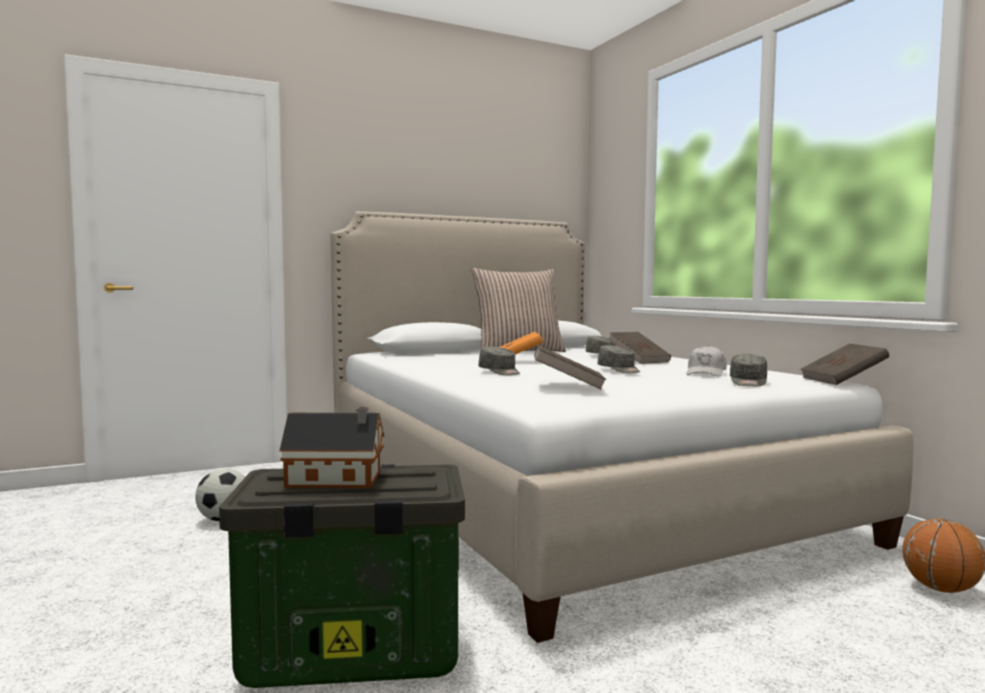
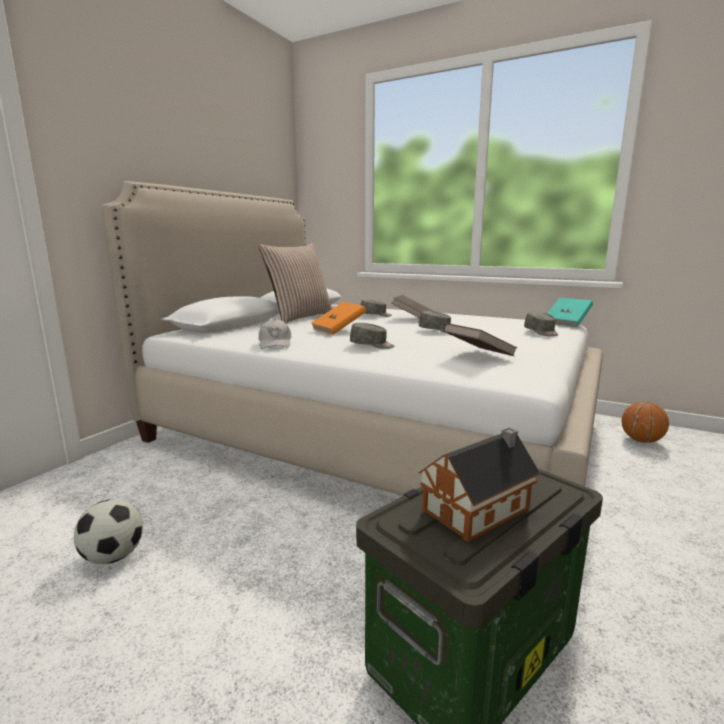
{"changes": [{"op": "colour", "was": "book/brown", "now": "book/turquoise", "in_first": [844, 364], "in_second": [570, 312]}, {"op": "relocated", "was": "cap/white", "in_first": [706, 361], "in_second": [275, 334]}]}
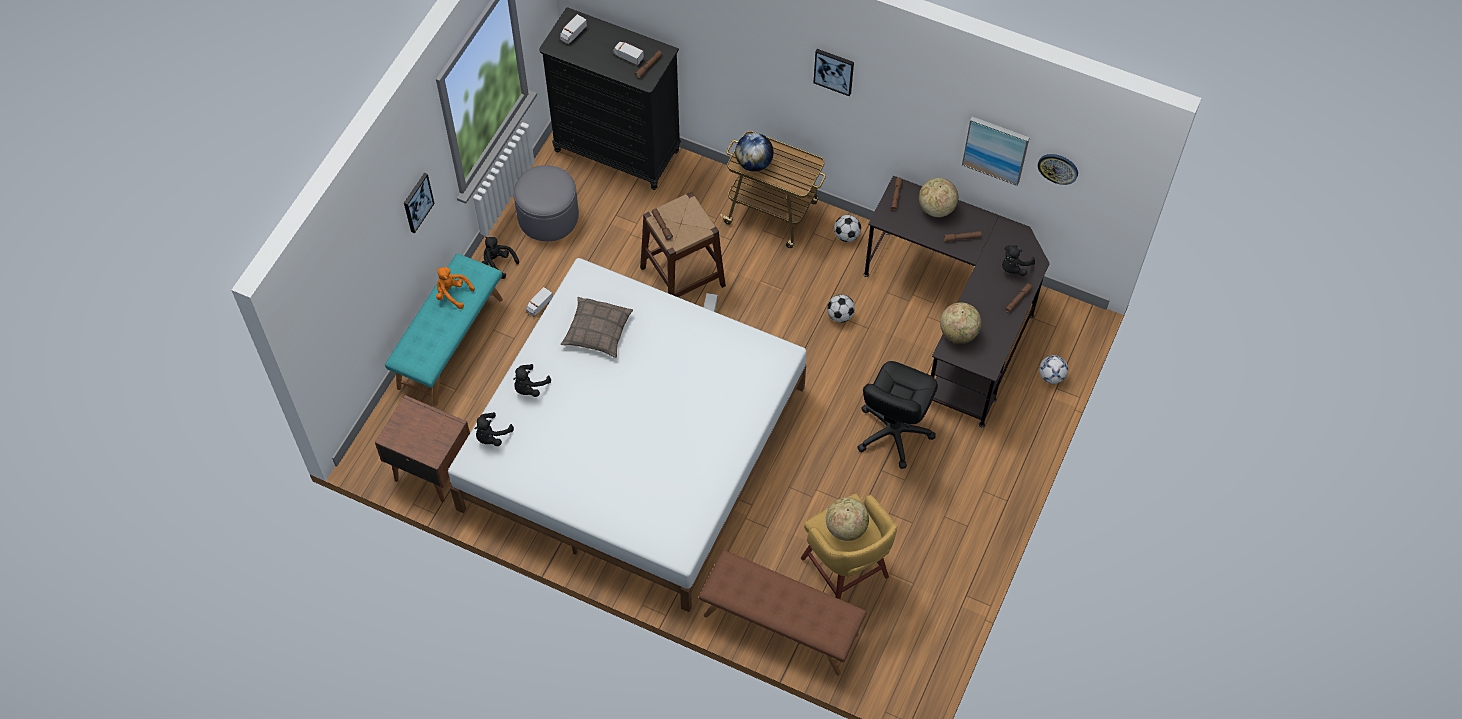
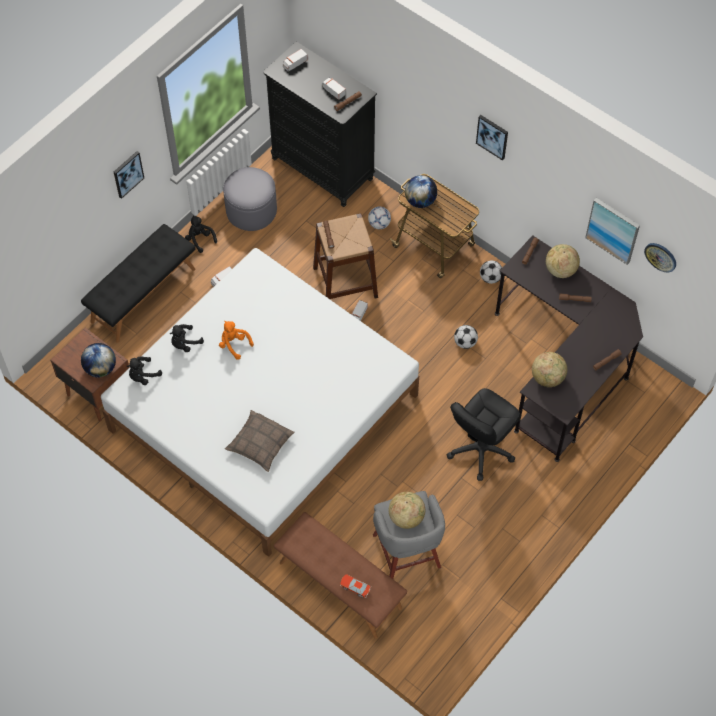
{"changes": [{"op": "missing", "was": "plush toy/black", "in_first": [1018, 260]}, {"op": "colour", "was": "bench/turquoise", "now": "bench/black", "in_first": [444, 329], "in_second": [138, 283]}, {"op": "relocated", "was": "plush toy/orange", "in_first": [455, 288], "in_second": [236, 340]}, {"op": "relocated", "was": "pillow", "in_first": [597, 327], "in_second": [260, 441]}, {"op": "relocated", "was": "football", "in_first": [1053, 369], "in_second": [379, 218]}, {"op": "colour", "was": "stool/yellow", "now": "stool/grey", "in_first": [849, 546], "in_second": [409, 535]}, {"op": "appeared", "now": "globe", "in_second": [98, 360]}, {"op": "appeared", "now": "toy car", "in_second": [355, 586]}]}
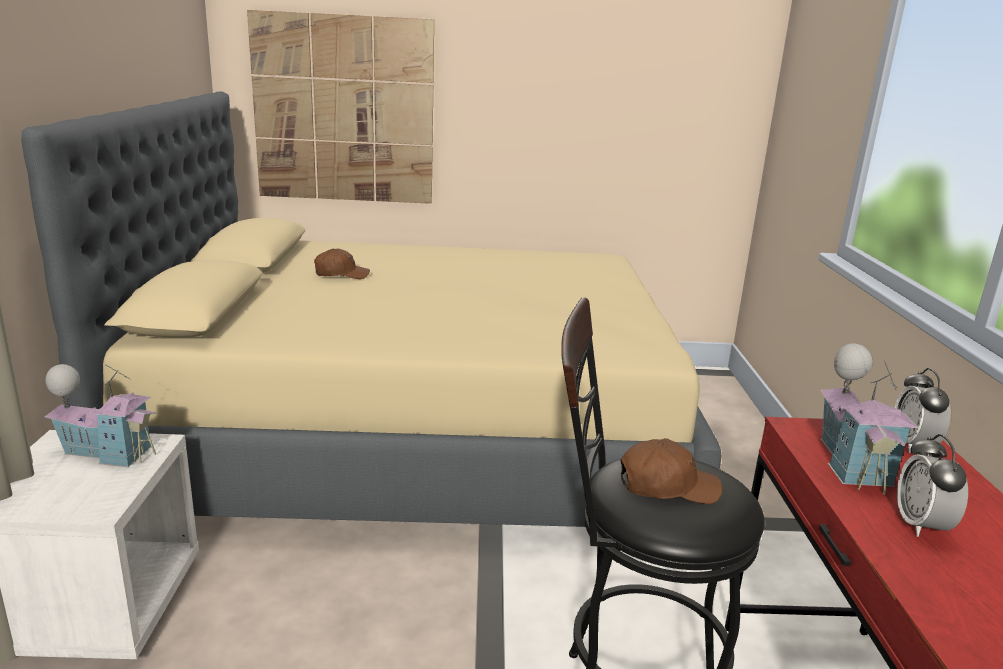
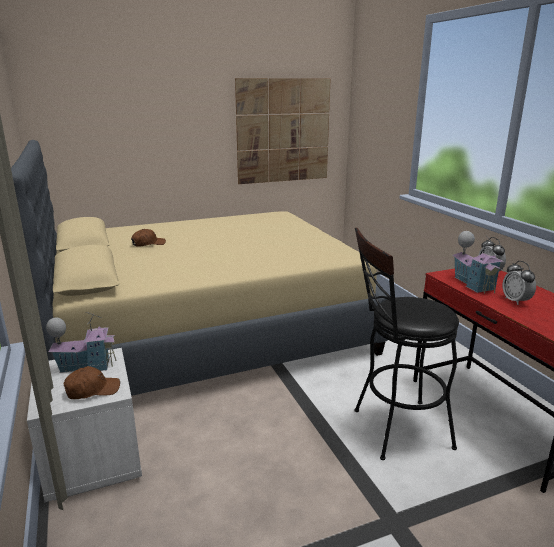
{"changes": [{"op": "relocated", "was": "picture", "in_first": [340, 107], "in_second": [282, 131]}, {"op": "relocated", "was": "cap/brown", "in_first": [671, 471], "in_second": [92, 382]}]}
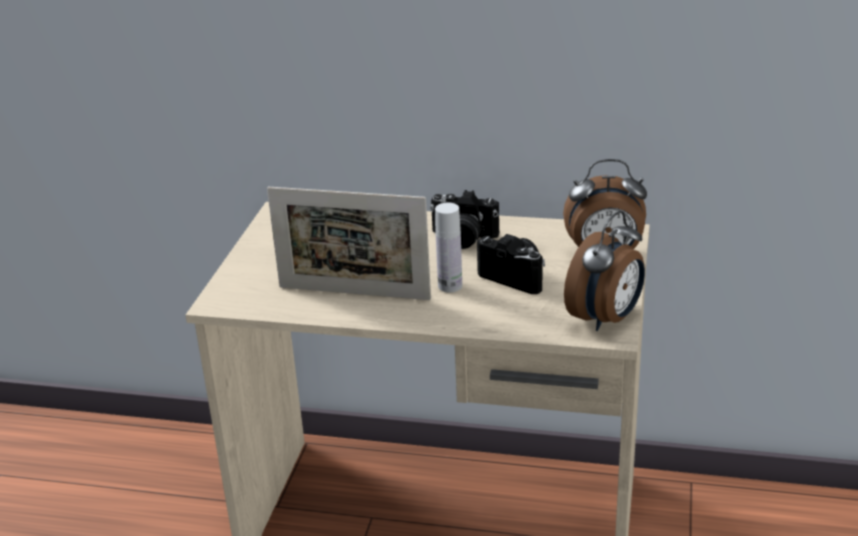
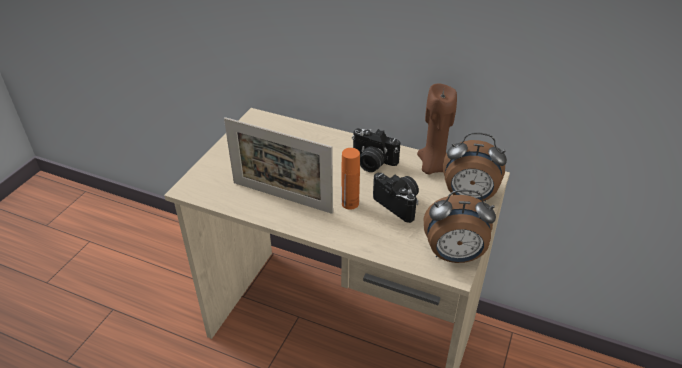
{"changes": [{"op": "colour", "was": "bottle/white", "now": "bottle/orange", "in_first": [448, 248], "in_second": [350, 179]}, {"op": "spun", "was": "alarm clock", "in_first": [604, 271], "in_second": [460, 226], "clockwise": 45}, {"op": "appeared", "now": "candle/brown", "in_second": [437, 129]}]}
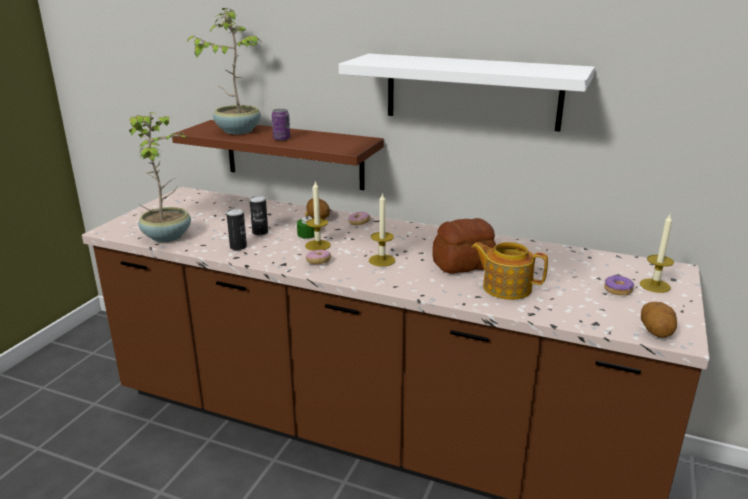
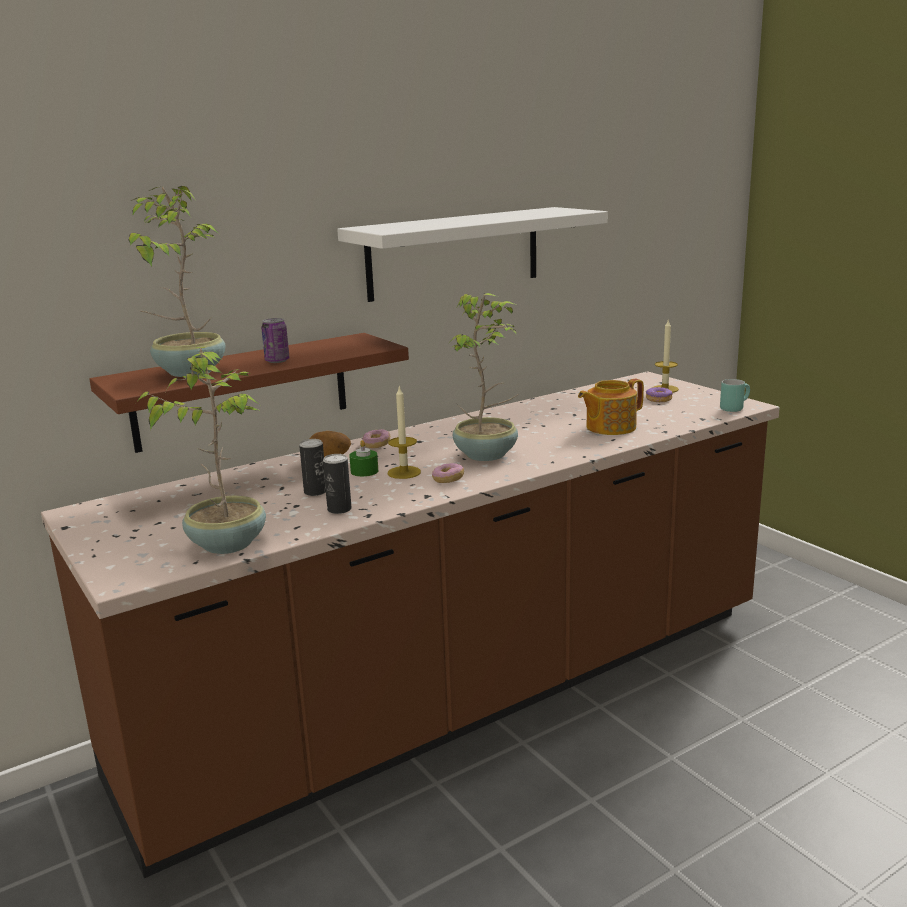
{"changes": [{"op": "exchanged", "was": "candle", "now": "potted plant", "in_first": [382, 229], "in_second": [483, 377]}, {"op": "missing", "was": "bread", "in_first": [464, 246]}, {"op": "exchanged", "was": "potato", "now": "mug/turquoise", "in_first": [659, 320], "in_second": [735, 395]}]}
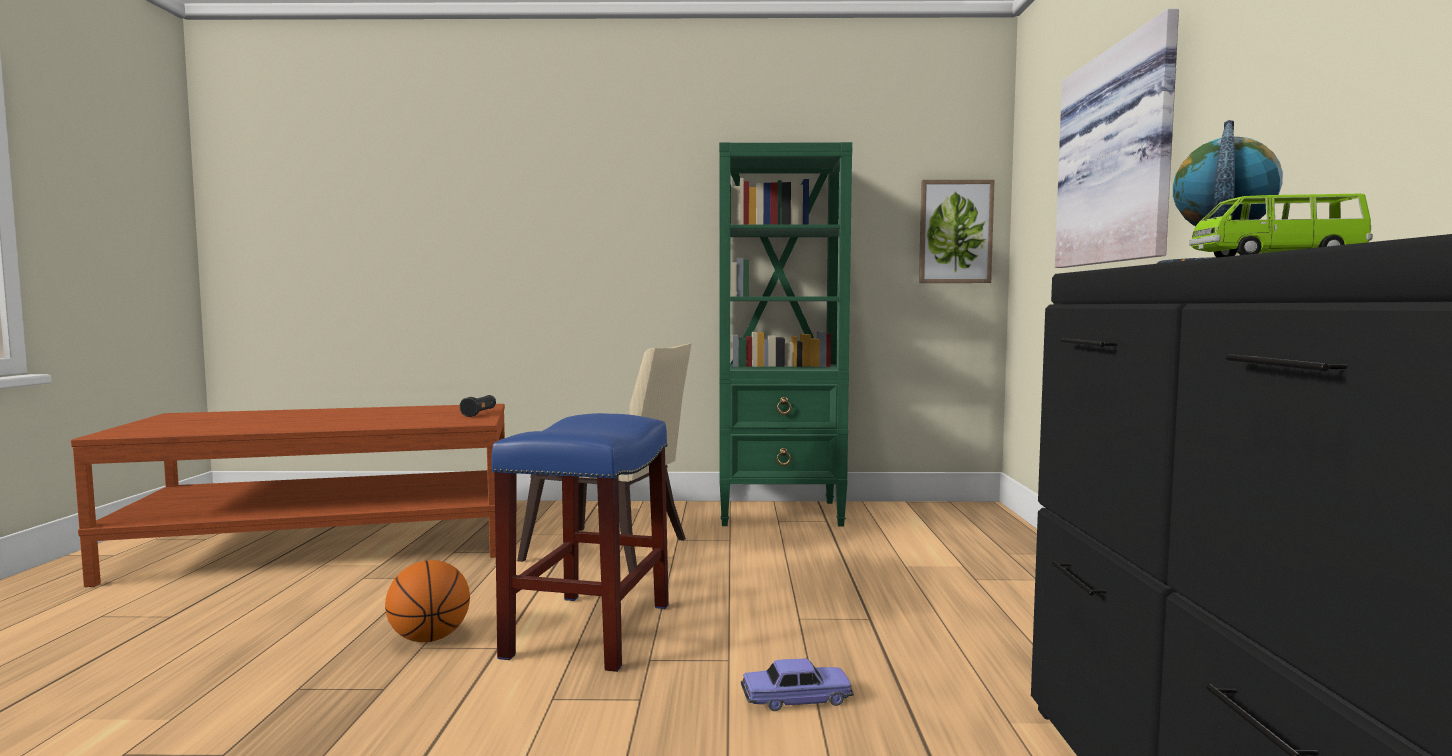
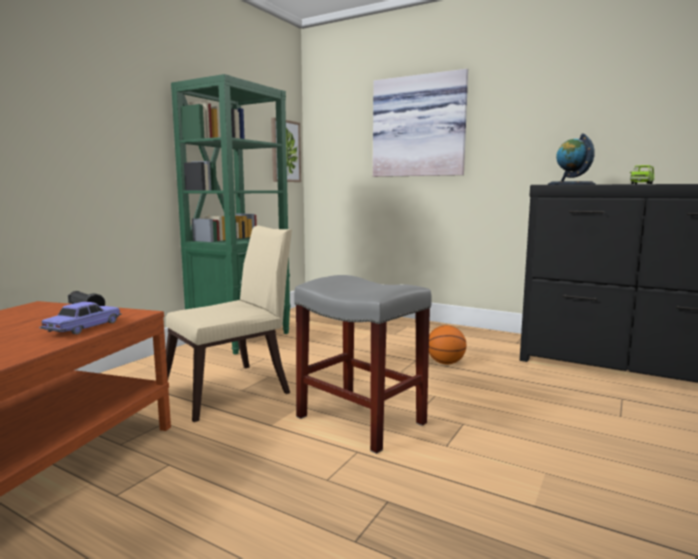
{"changes": [{"op": "colour", "was": "stool/blue", "now": "stool/grey", "in_first": [580, 542], "in_second": [363, 364]}, {"op": "relocated", "was": "basketball", "in_first": [427, 601], "in_second": [447, 344]}, {"op": "relocated", "was": "toy car", "in_first": [797, 685], "in_second": [80, 318]}]}
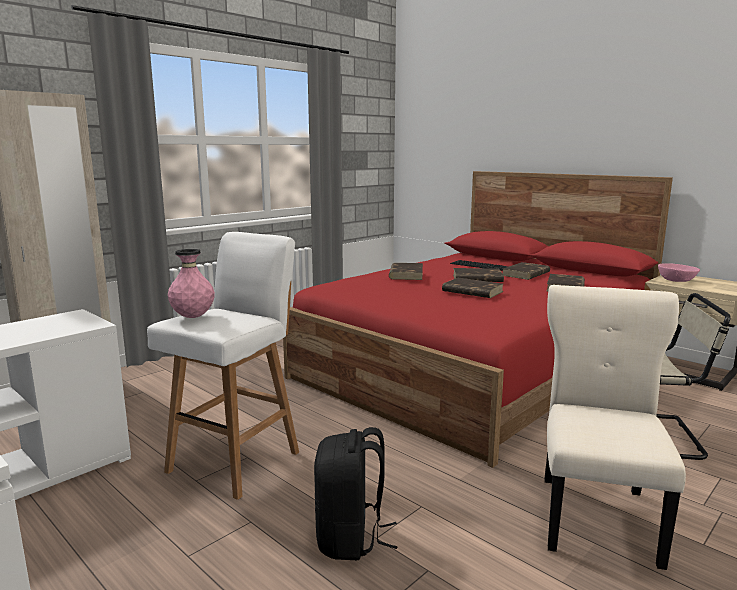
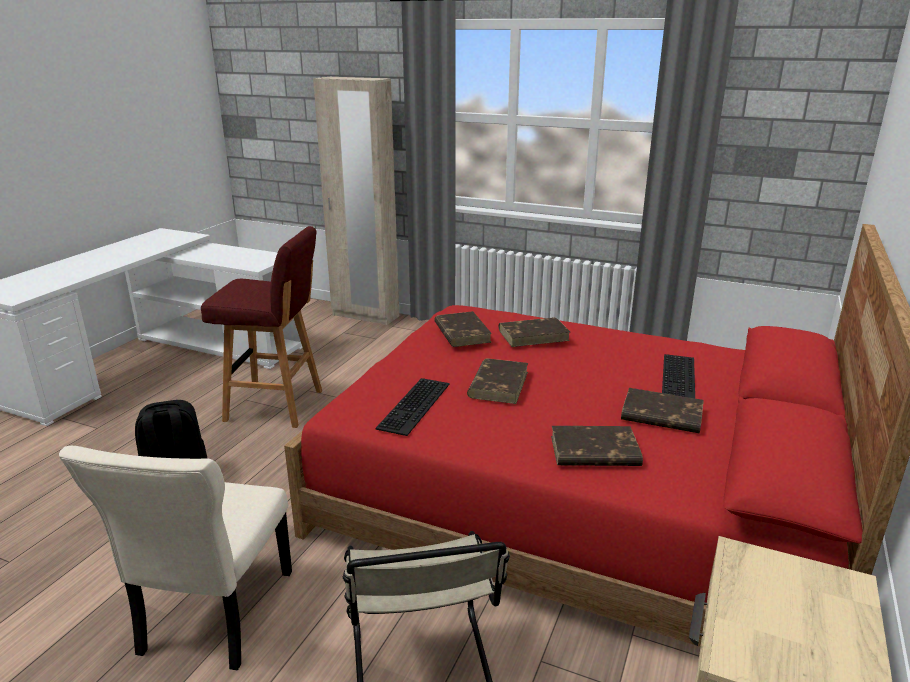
{"changes": [{"op": "colour", "was": "stool/white", "now": "stool/red", "in_first": [223, 366], "in_second": [261, 327]}, {"op": "missing", "was": "vase/pink", "in_first": [191, 283]}, {"op": "missing", "was": "bowl/pink", "in_first": [679, 272]}, {"op": "relocated", "was": "book/brown", "in_first": [478, 275], "in_second": [463, 329]}, {"op": "spun", "was": "chair/beige", "in_first": [615, 427], "in_second": [175, 558], "clockwise": 105}, {"op": "appeared", "now": "keyboard", "in_second": [413, 407]}]}
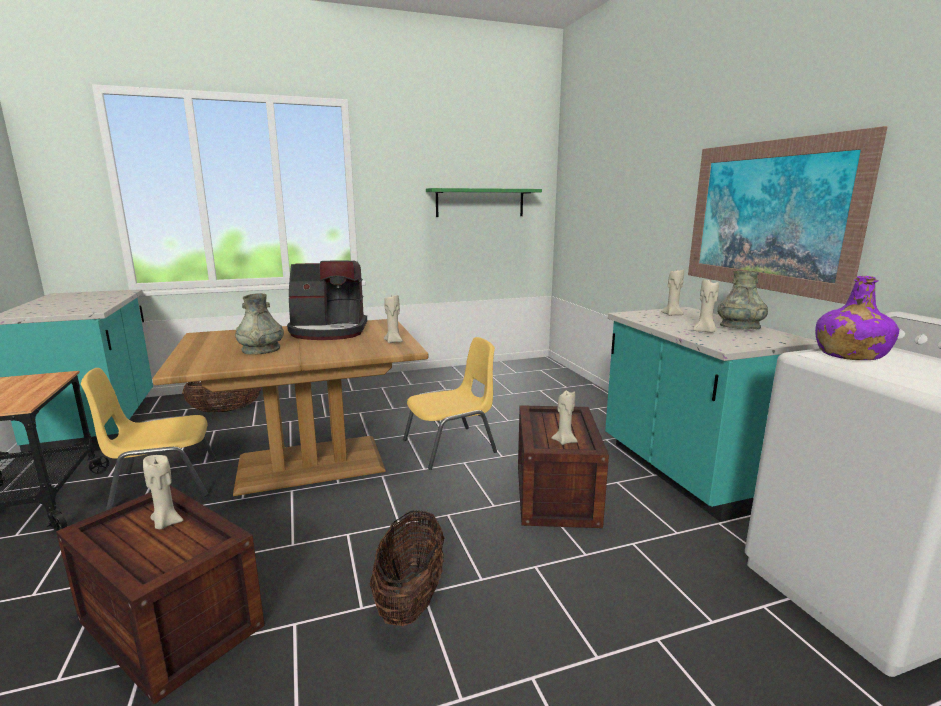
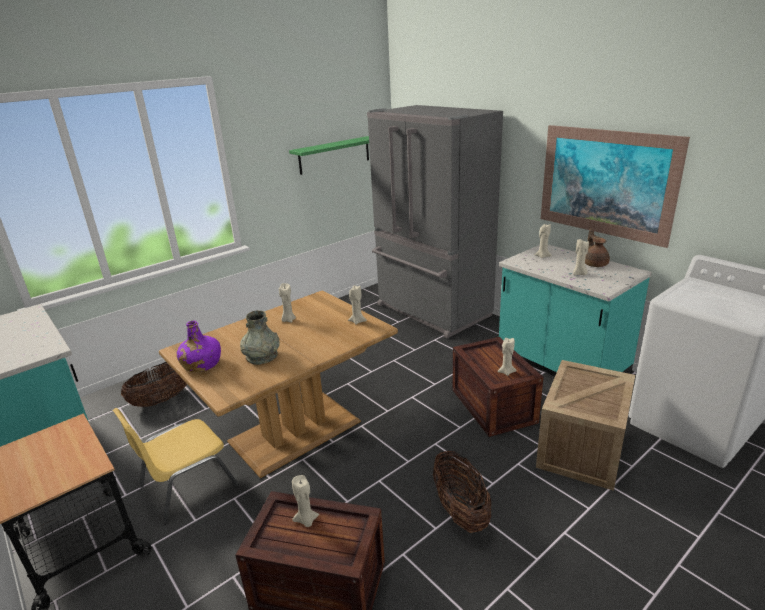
{"changes": [{"op": "exchanged", "was": "coffee machine", "now": "candle/beige", "in_first": [327, 300], "in_second": [287, 303]}, {"op": "exchanged", "was": "vase/grey", "now": "teapot/brown", "in_first": [742, 300], "in_second": [597, 247]}, {"op": "relocated", "was": "bottle/purple", "in_first": [857, 318], "in_second": [199, 346]}, {"op": "missing", "was": "chair/yellow", "in_first": [450, 403]}, {"op": "appeared", "now": "fridge/grey", "in_second": [435, 221]}, {"op": "appeared", "now": "crate", "in_second": [585, 425]}]}
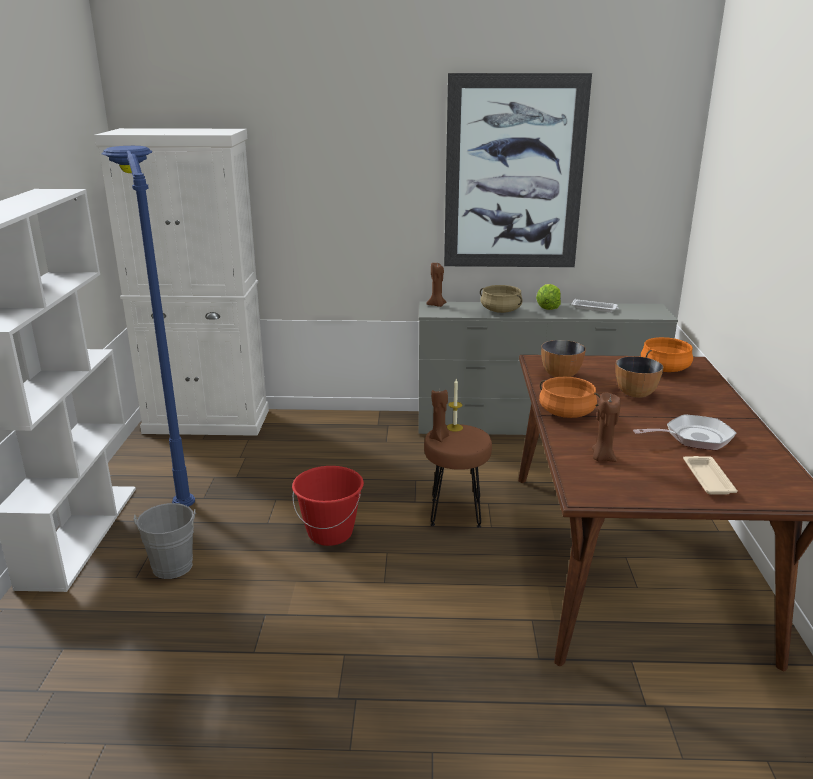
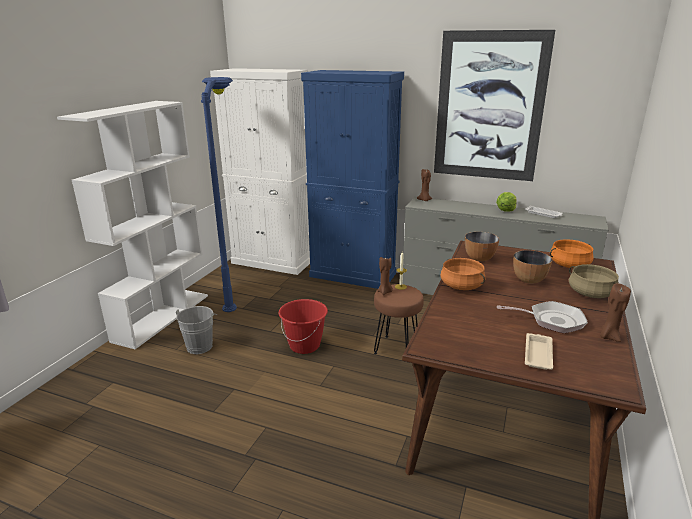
{"changes": [{"op": "relocated", "was": "cooking pot/beige", "in_first": [501, 299], "in_second": [594, 281]}, {"op": "relocated", "was": "candle/brown", "in_first": [606, 427], "in_second": [615, 312]}, {"op": "appeared", "now": "cabinet/blue", "in_second": [352, 179]}]}
